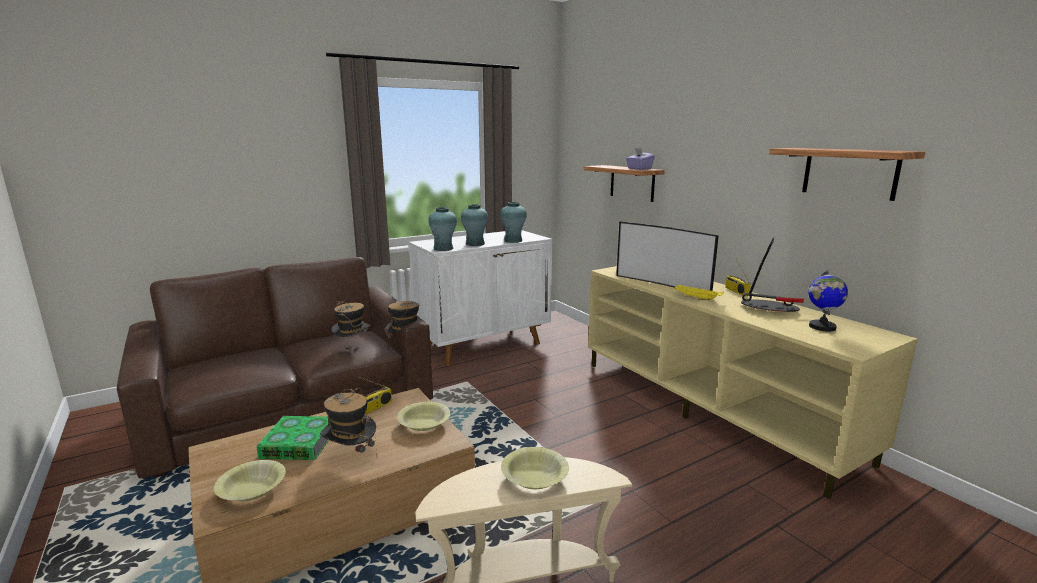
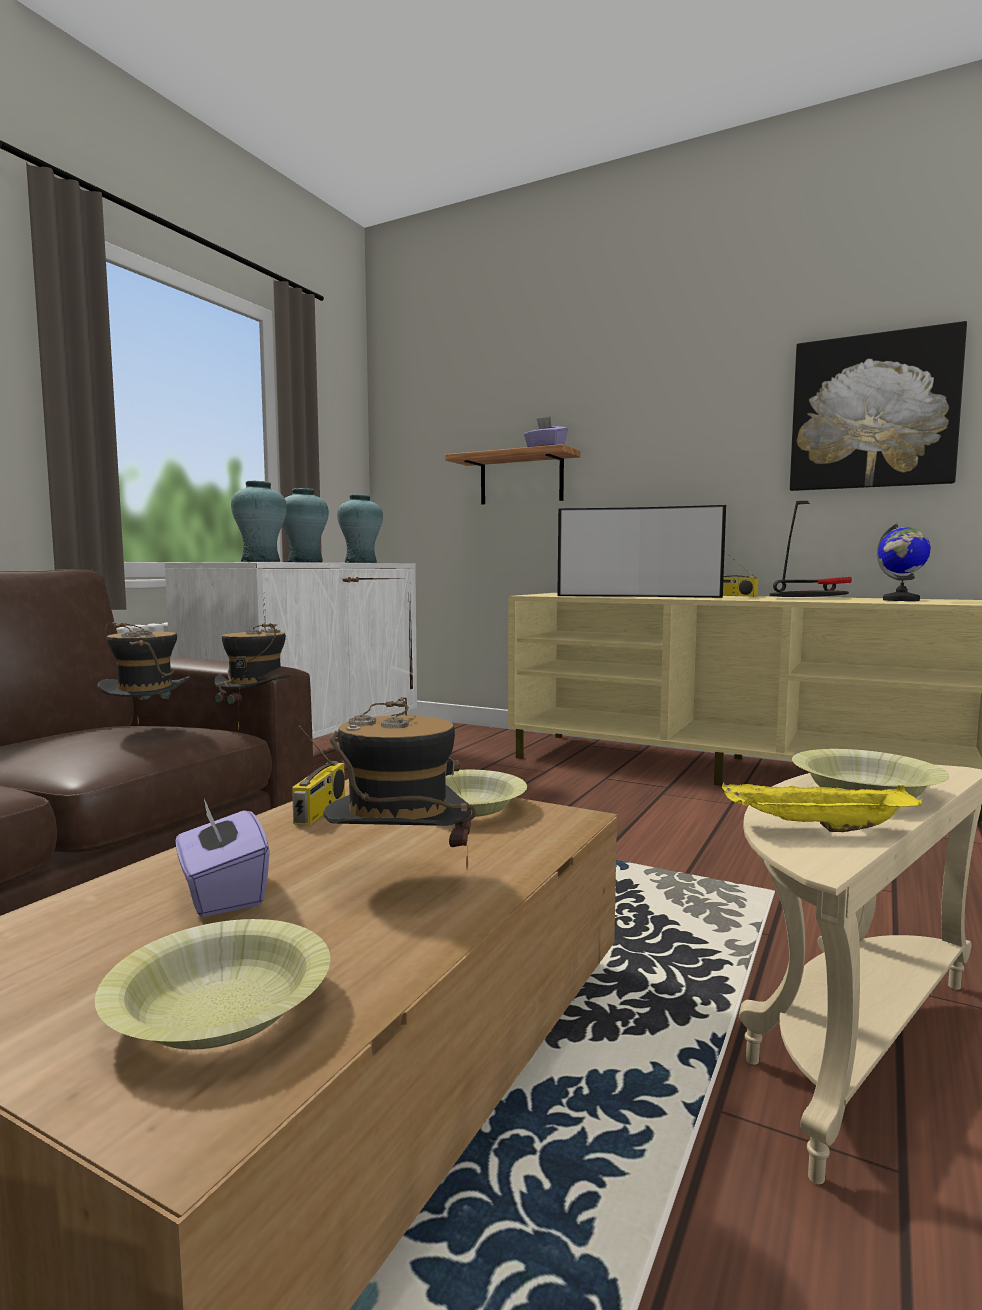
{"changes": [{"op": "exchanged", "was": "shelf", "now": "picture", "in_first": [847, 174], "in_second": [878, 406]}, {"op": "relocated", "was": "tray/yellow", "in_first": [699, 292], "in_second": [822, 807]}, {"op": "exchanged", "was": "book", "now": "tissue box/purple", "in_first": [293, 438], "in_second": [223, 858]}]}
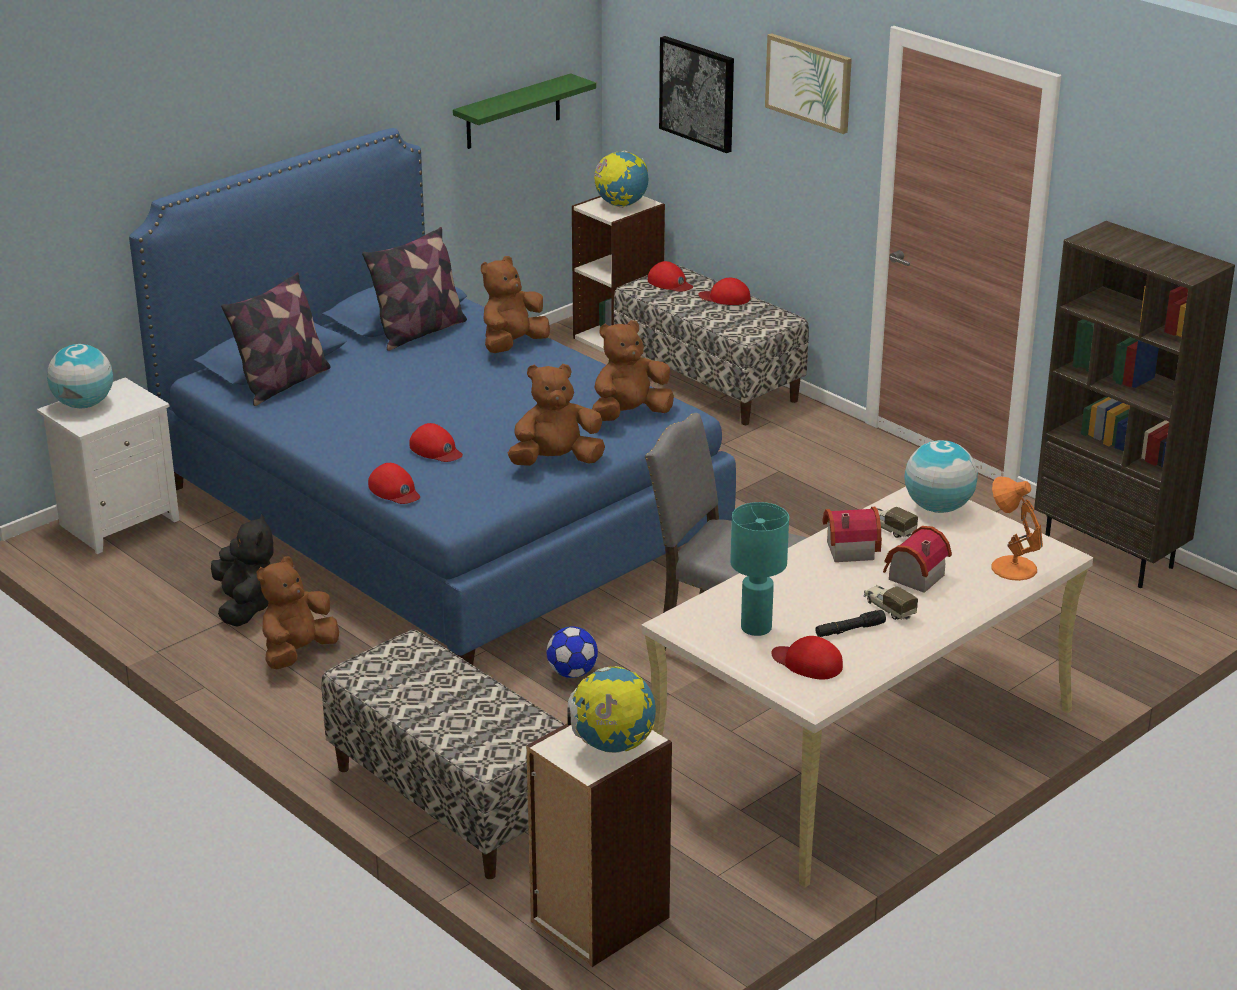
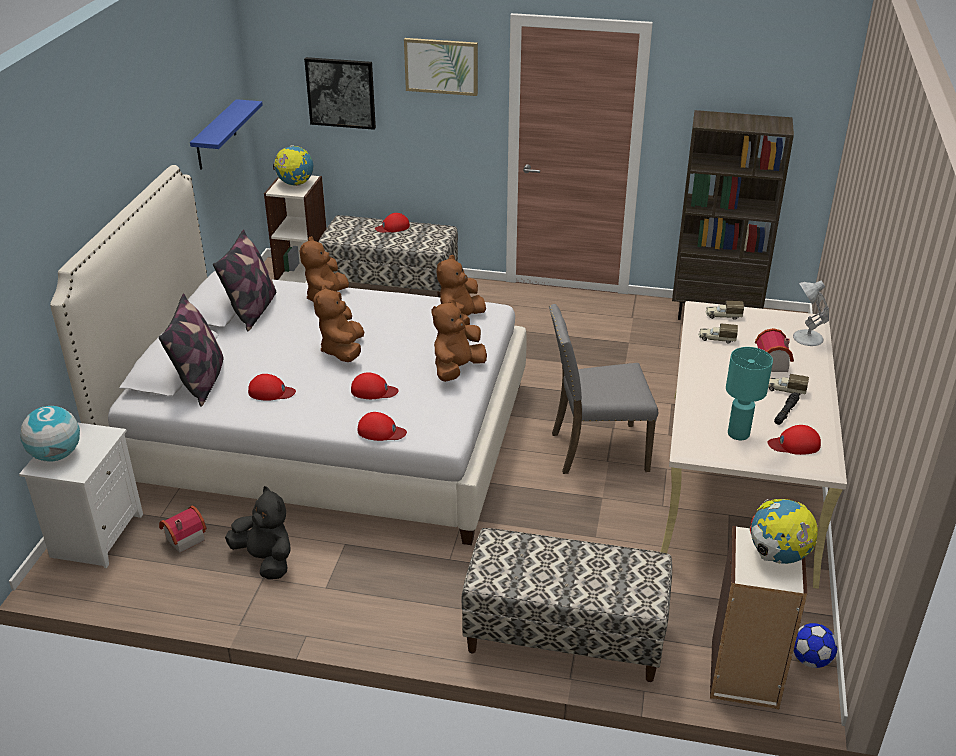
{"changes": [{"op": "colour", "was": "shelf/green", "now": "shelf/blue", "in_first": [524, 111], "in_second": [226, 134]}, {"op": "colour", "was": "bed/blue", "now": "bed/white", "in_first": [432, 396], "in_second": [288, 355]}, {"op": "relocated", "was": "cap/red", "in_first": [670, 276], "in_second": [272, 387]}, {"op": "exchanged", "was": "globe", "now": "toy truck", "in_first": [941, 476], "in_second": [725, 310]}, {"op": "colour", "was": "table lamp/orange", "now": "table lamp/white", "in_first": [1017, 529], "in_second": [811, 313]}, {"op": "relocated", "was": "toy house", "in_first": [852, 534], "in_second": [183, 529]}, {"op": "relocated", "was": "plush toy/brown", "in_first": [298, 612], "in_second": [338, 323]}, {"op": "relocated", "was": "football", "in_first": [572, 652], "in_second": [815, 645]}]}
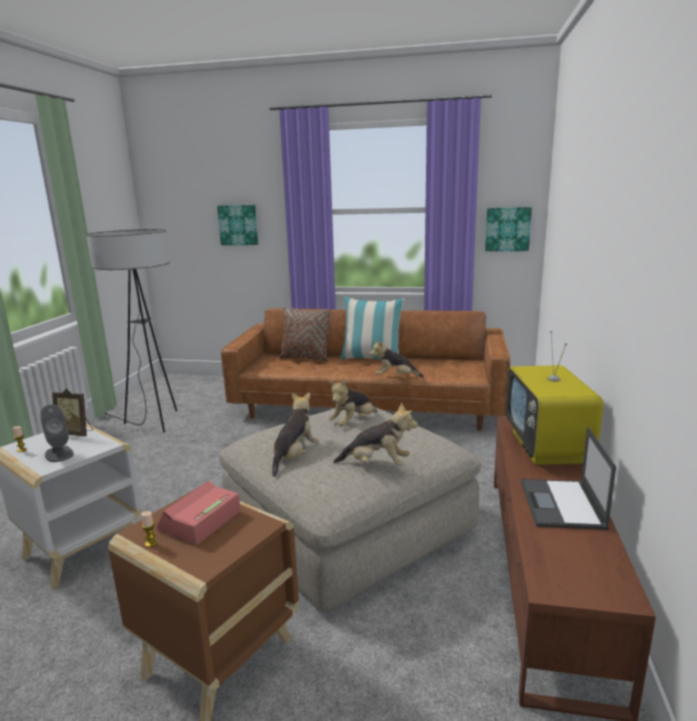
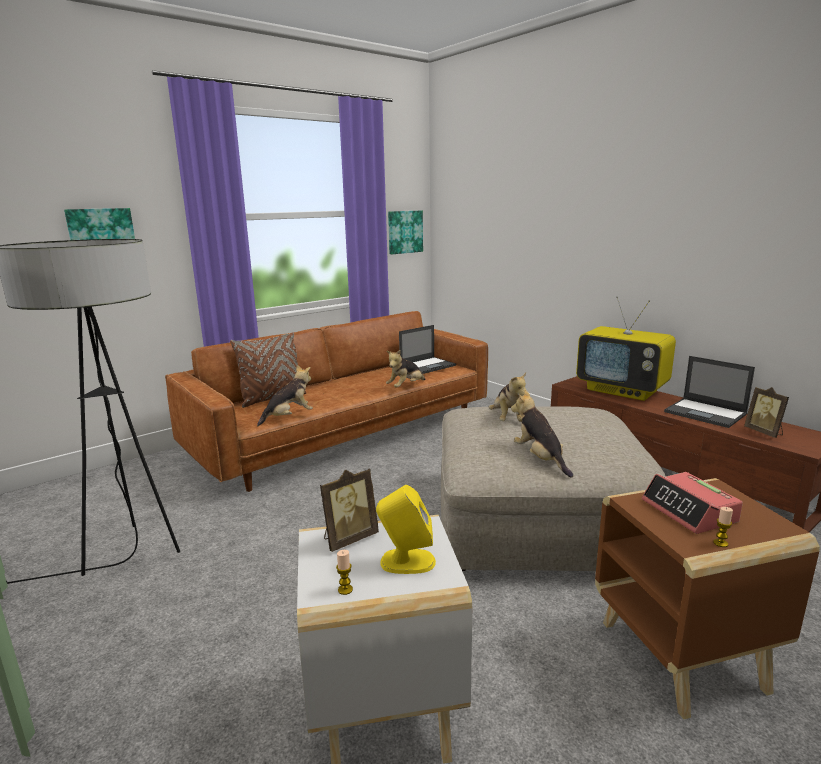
{"changes": [{"op": "missing", "was": "pillow", "in_first": [372, 328]}, {"op": "relocated", "was": "plush toy", "in_first": [375, 434], "in_second": [285, 395]}, {"op": "colour", "was": "speaker/grey", "now": "speaker/yellow", "in_first": [57, 433], "in_second": [406, 529]}, {"op": "appeared", "now": "laptop", "in_second": [427, 349]}, {"op": "appeared", "now": "picture frame", "in_second": [766, 412]}]}
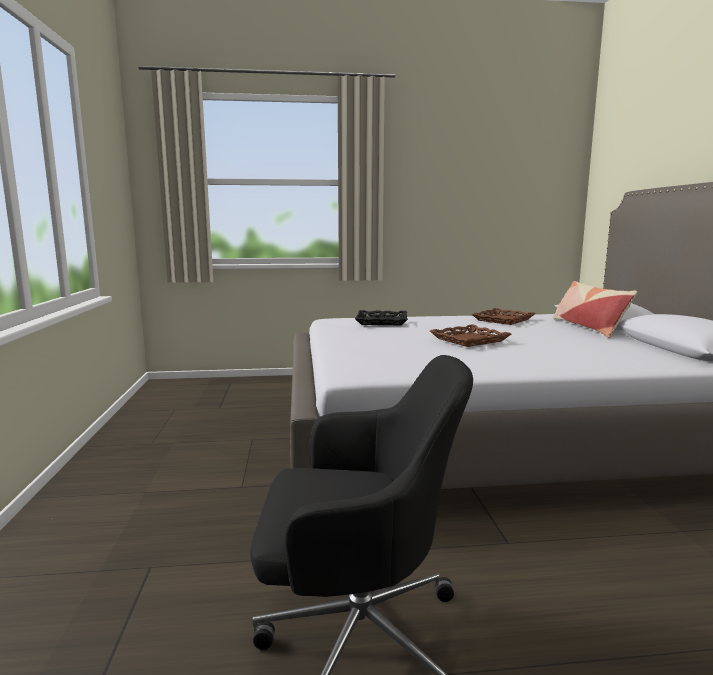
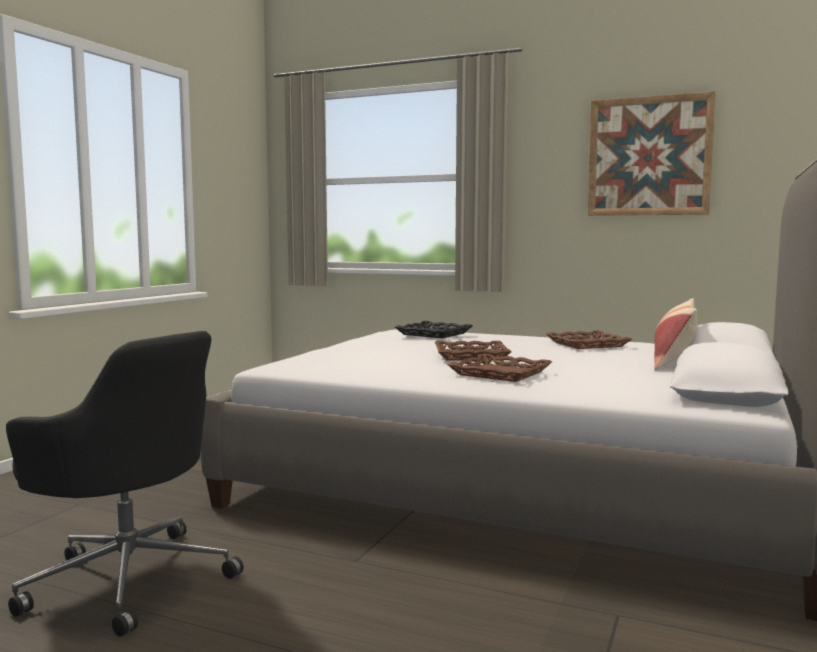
{"changes": [{"op": "appeared", "now": "picture", "in_second": [651, 153]}, {"op": "appeared", "now": "tray/brown", "in_second": [500, 367]}]}
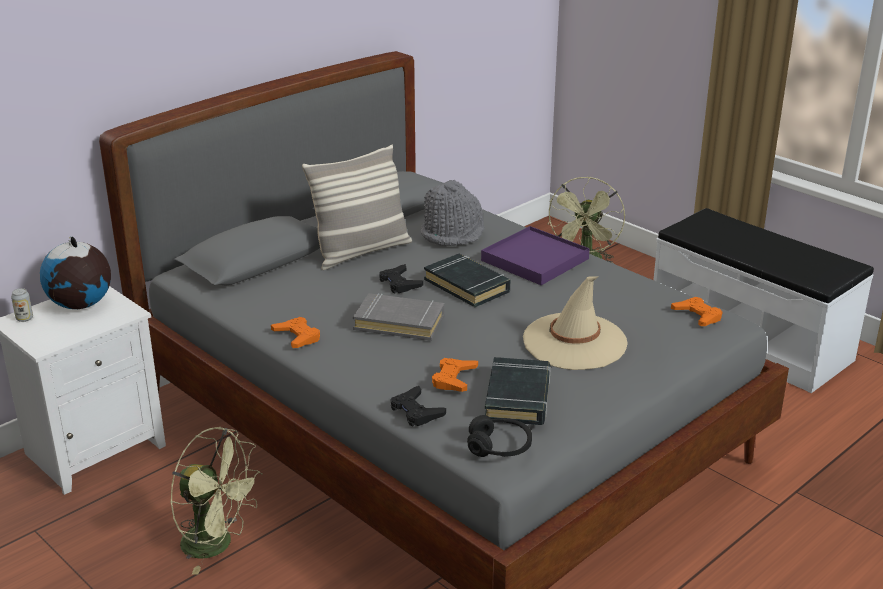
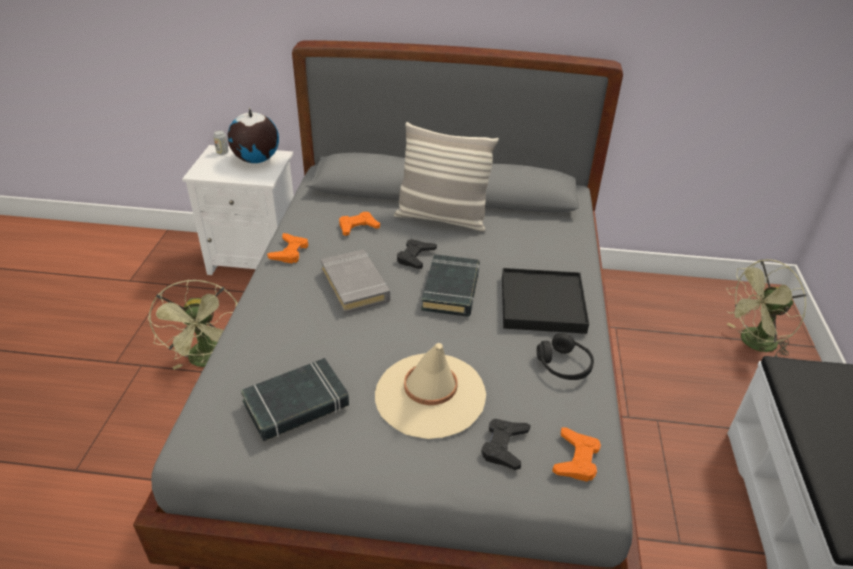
{"changes": [{"op": "missing", "was": "hat/grey", "in_first": [452, 213]}, {"op": "colour", "was": "tray/purple", "now": "tray/black", "in_first": [535, 255], "in_second": [545, 301]}, {"op": "relocated", "was": "game controller/orange", "in_first": [455, 375], "in_second": [359, 224]}, {"op": "relocated", "was": "game controller/black", "in_first": [418, 406], "in_second": [506, 444]}, {"op": "relocated", "was": "headphones/black", "in_first": [499, 436], "in_second": [565, 356]}]}
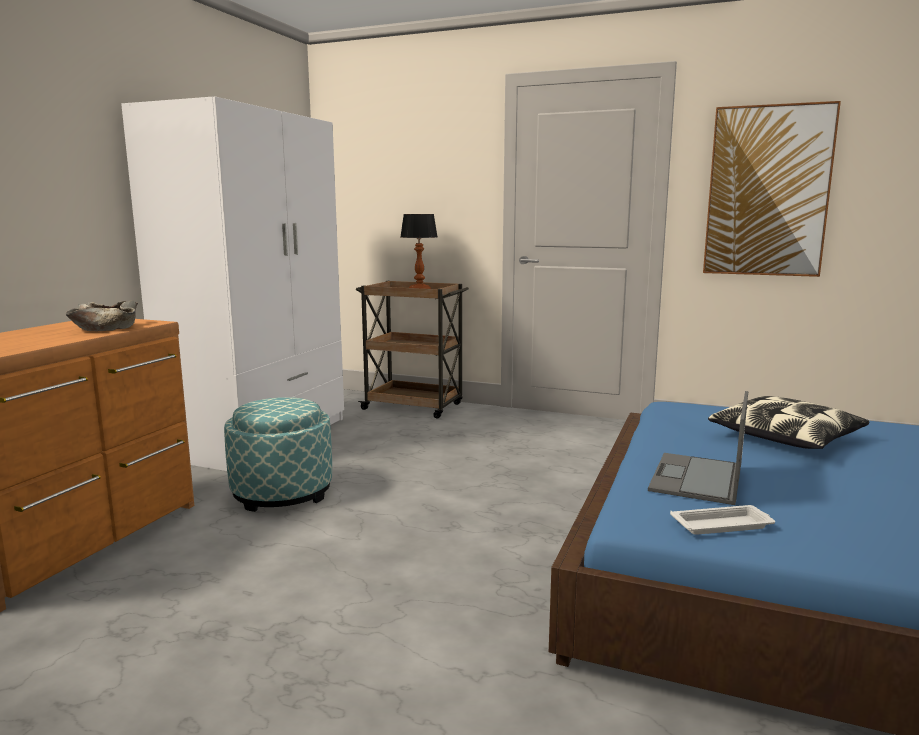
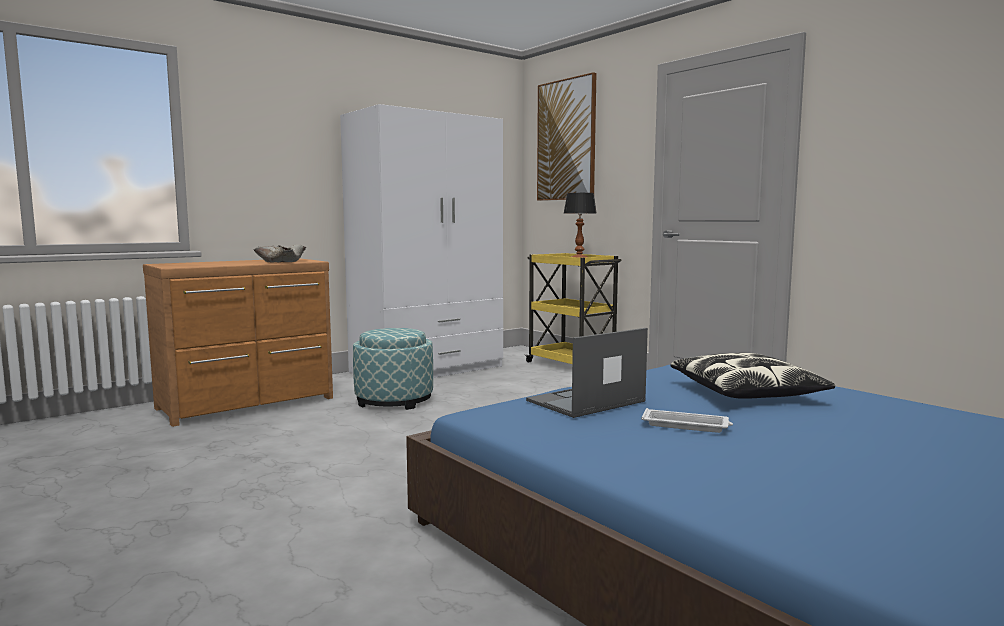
{"changes": [{"op": "relocated", "was": "picture", "in_first": [772, 189], "in_second": [566, 136]}, {"op": "colour", "was": "cart/brown", "now": "cart/yellow", "in_first": [412, 350], "in_second": [574, 308]}, {"op": "relocated", "was": "tray/white", "in_first": [722, 520], "in_second": [687, 420]}]}
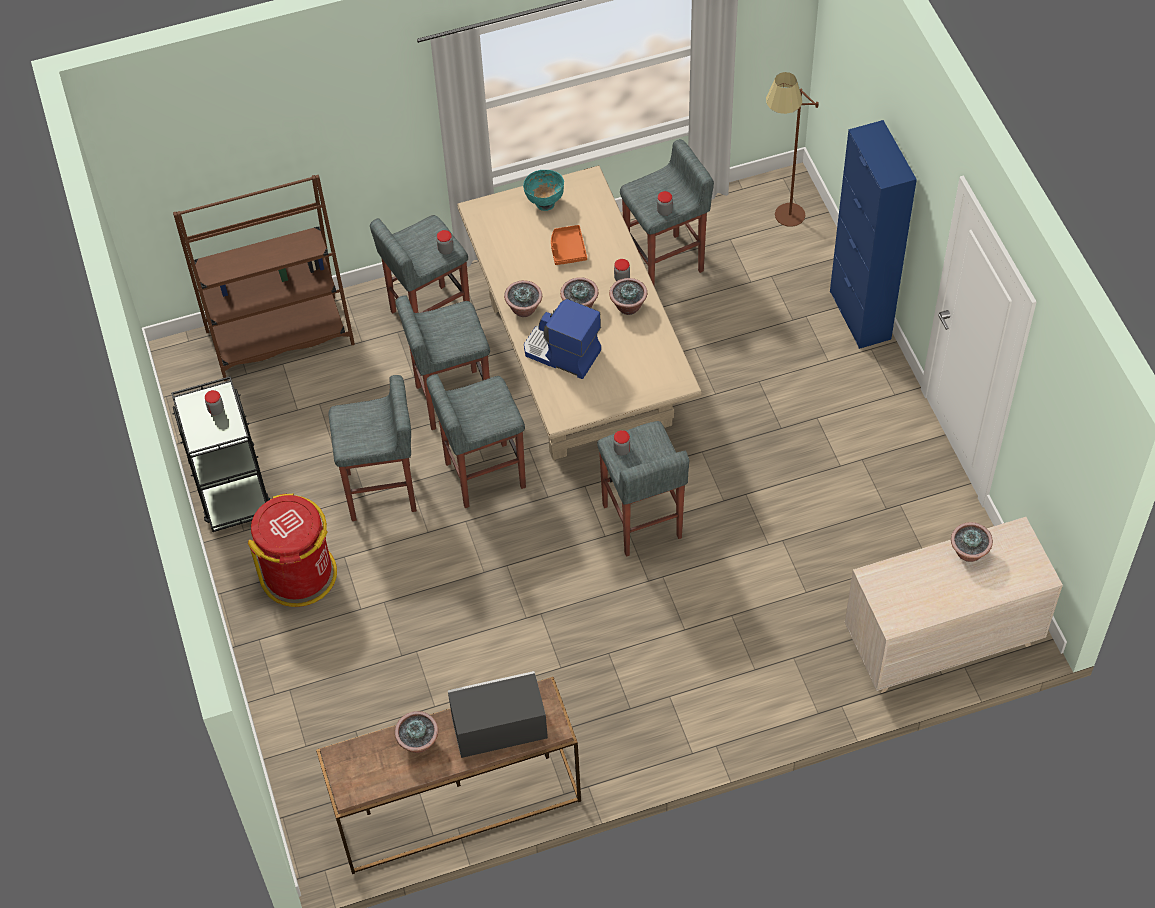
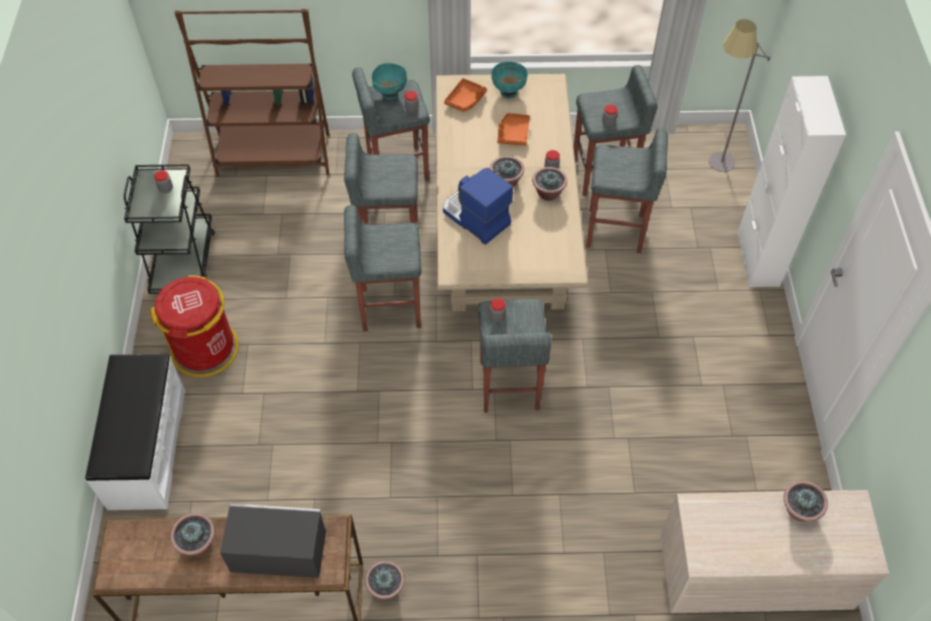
{"changes": [{"op": "colour", "was": "floor lamp/brown", "now": "floor lamp/grey", "in_first": [792, 149], "in_second": [740, 95]}, {"op": "colour", "was": "cabinet/blue", "now": "cabinet/white", "in_first": [873, 234], "in_second": [791, 181]}, {"op": "relocated", "was": "potted plant", "in_first": [523, 298], "in_second": [384, 580]}, {"op": "relocated", "was": "stool/grey", "in_first": [372, 448], "in_second": [627, 190]}, {"op": "appeared", "now": "bowl/turquoise", "in_second": [389, 81]}, {"op": "appeared", "now": "tray/orange", "in_second": [465, 95]}, {"op": "appeared", "now": "bench/white", "in_second": [135, 432]}]}
